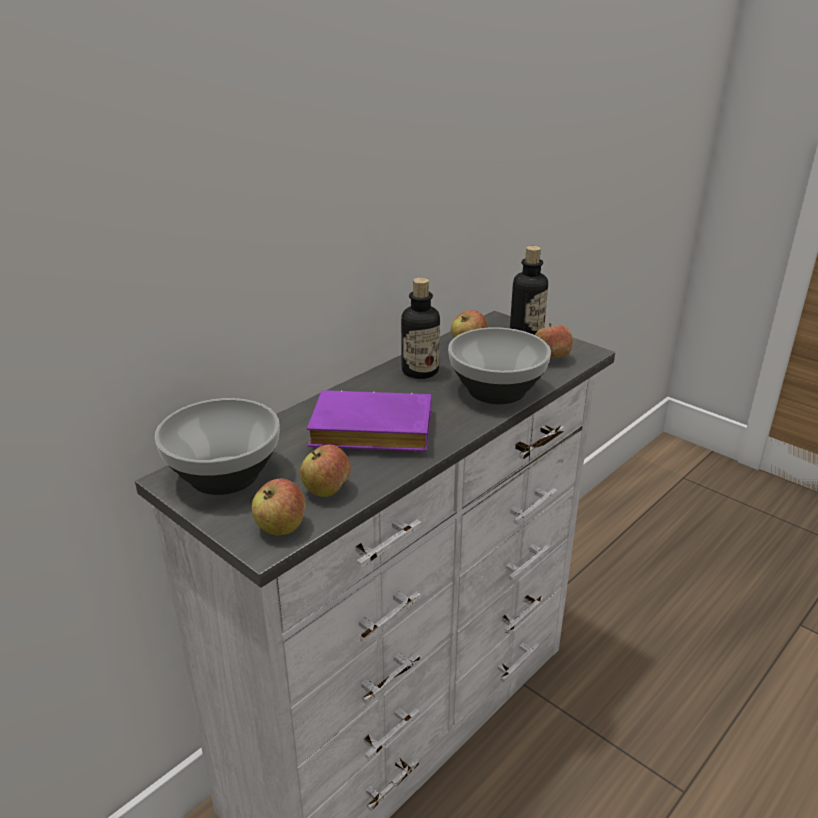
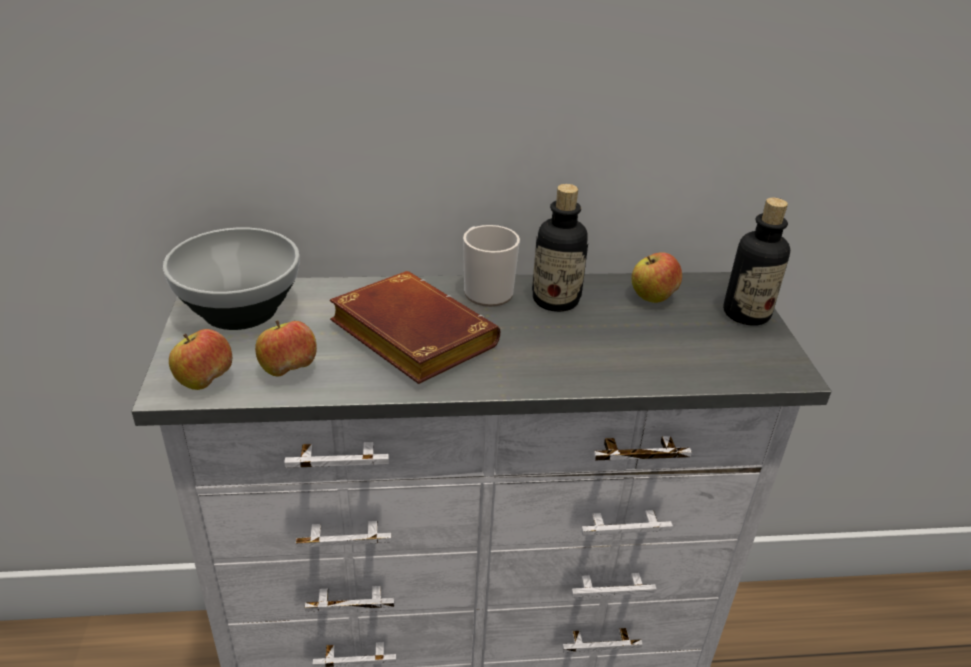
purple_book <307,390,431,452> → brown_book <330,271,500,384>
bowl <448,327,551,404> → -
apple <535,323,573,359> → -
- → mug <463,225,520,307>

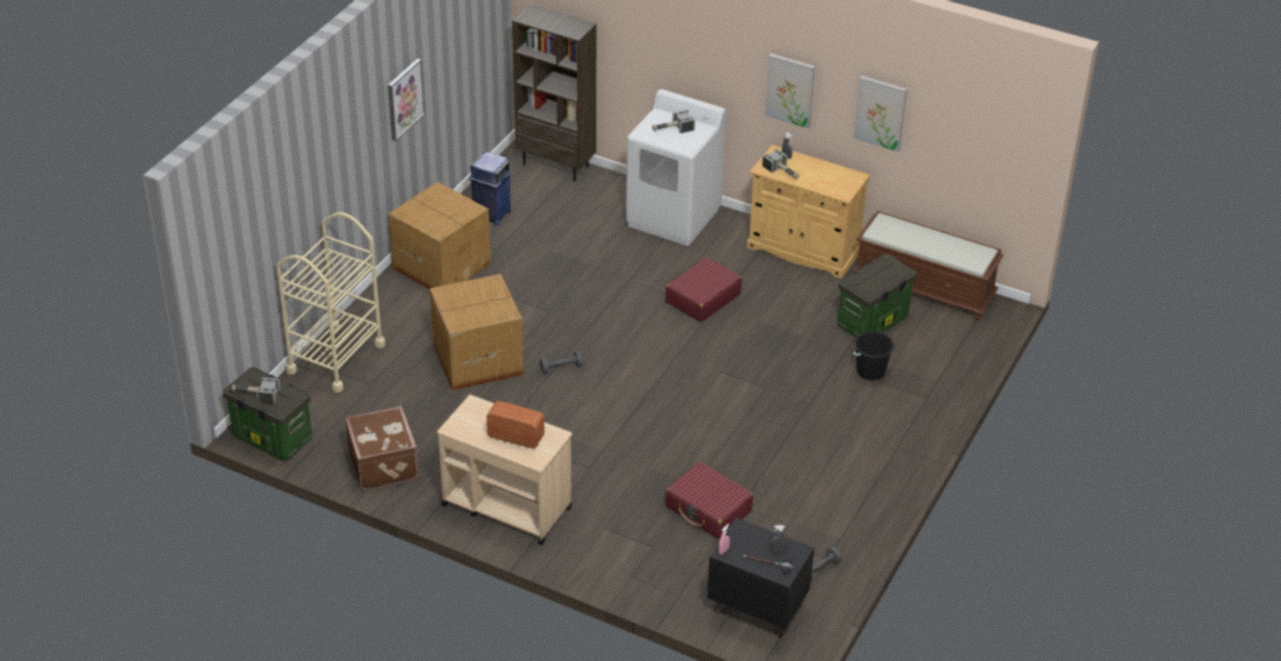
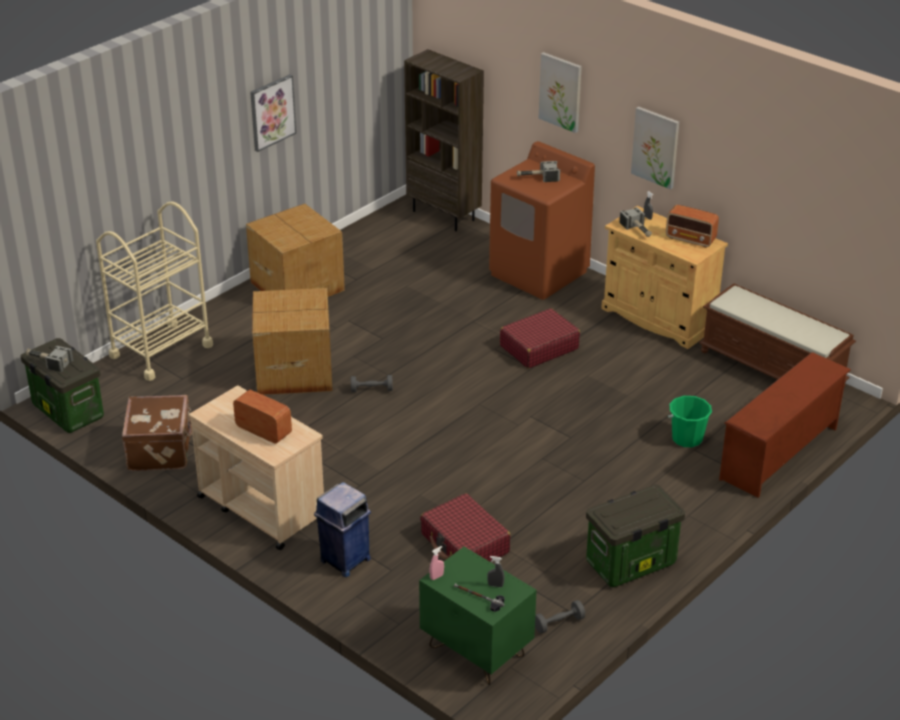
blue_trash_can <469,152,512,226> → blue_trash_can <314,482,371,577>, move
white_washing_machine <626,89,726,246> → brown_washing_machine <489,141,595,300>
black_nightstand <707,518,814,638> → green_nightstand <419,546,537,685>
storage_box <838,254,917,337> → storage_box <586,484,685,587>, move
picture <853,76,907,152> → picture <539,52,582,133>, move
black_bucket <854,331,895,381> → green_bucket <668,396,712,447>
- → radio <666,205,719,248>
- → brown_shoe_rack <719,352,851,498>

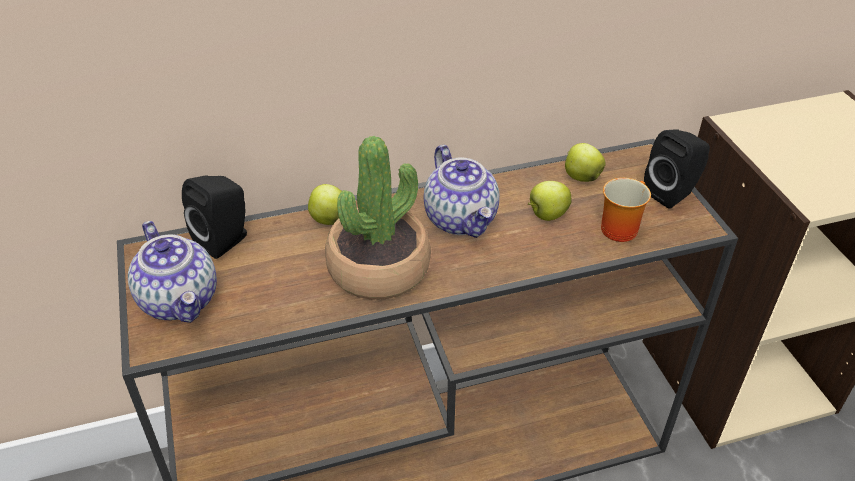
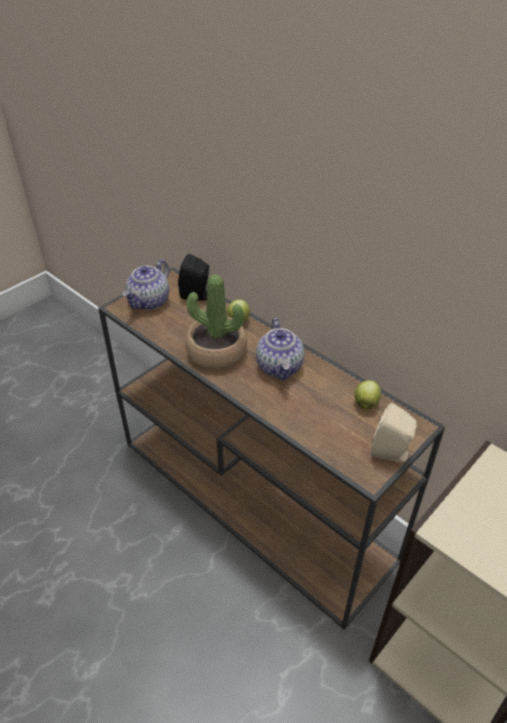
teapot <424,145,499,238> → teapot <256,318,304,381>, 45 degrees counterclockwise
apple <528,181,571,221> → -
mug <601,178,651,242> → -
black_speaker <644,130,710,209> → beige_speaker <371,403,417,463>

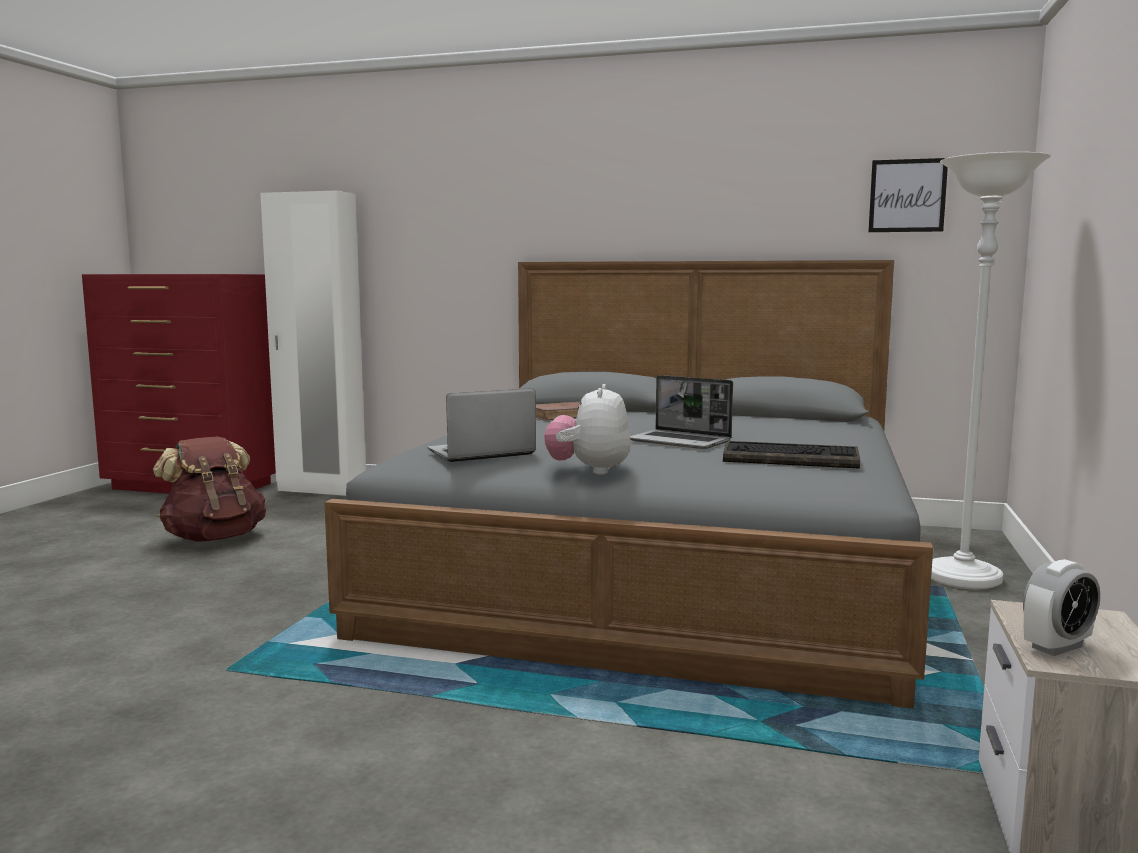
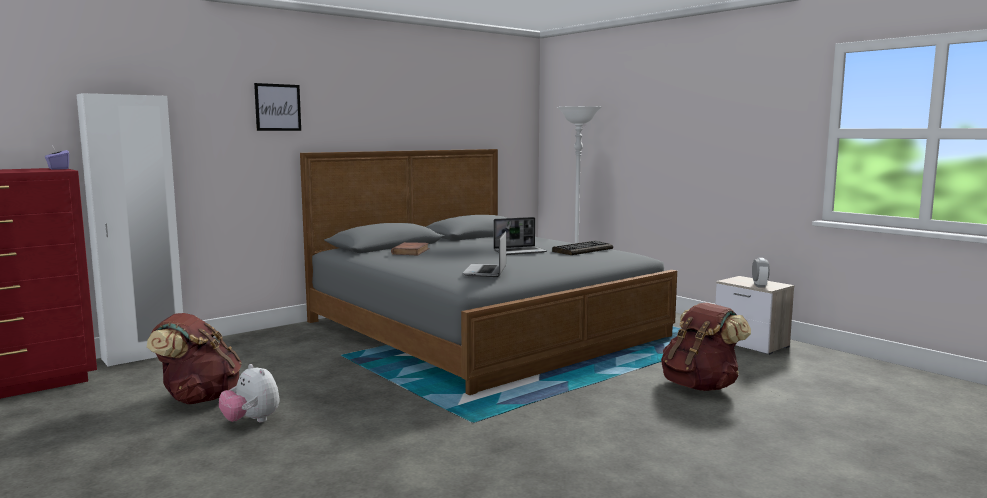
plush_toy <545,384,631,475> → plush_toy <219,364,280,422>, move
picture <868,158,948,232> → picture <254,83,301,131>, move
- → purple_tissue_box <45,145,69,170>
- → brown_backpack <661,303,751,391>

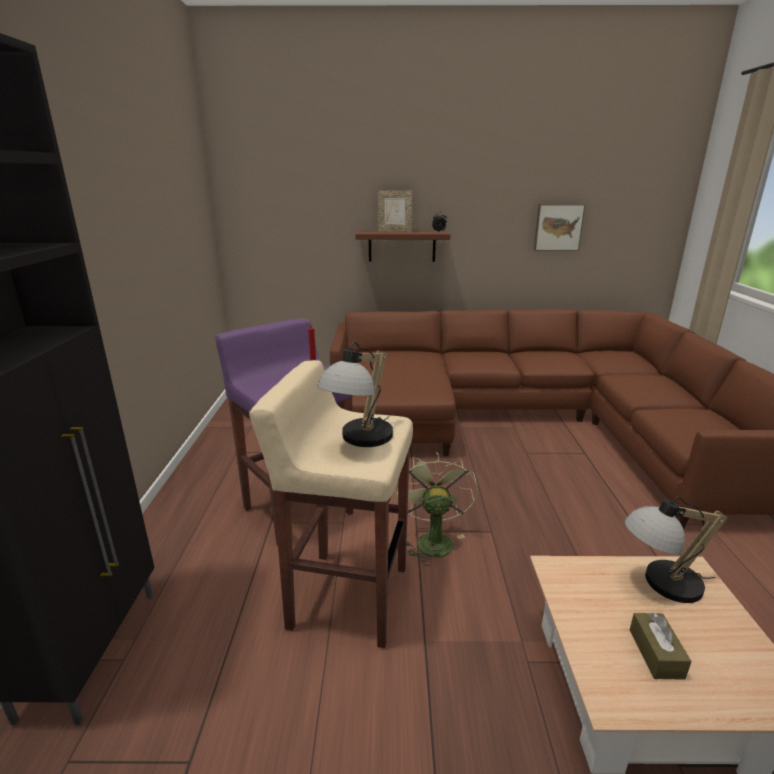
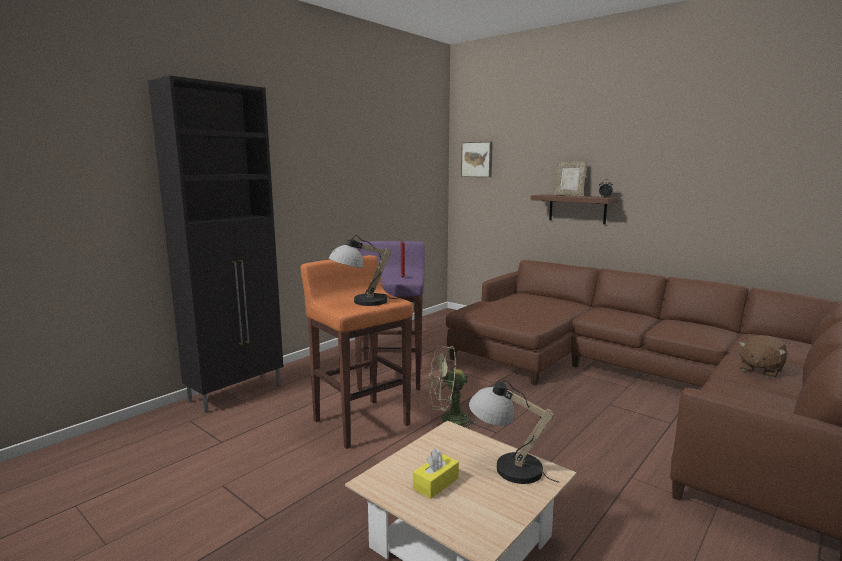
beige_stool <249,360,413,648> → orange_stool <300,255,413,449>
green_fan <395,452,478,566> → green_fan <428,346,479,429>, 135 degrees counterclockwise
picture <534,204,586,251> → picture <461,142,493,177>, move
brown_tissue_box <630,613,692,680> → yellow_tissue_box <413,448,459,499>
- → brown_plush_toy <739,335,787,378>

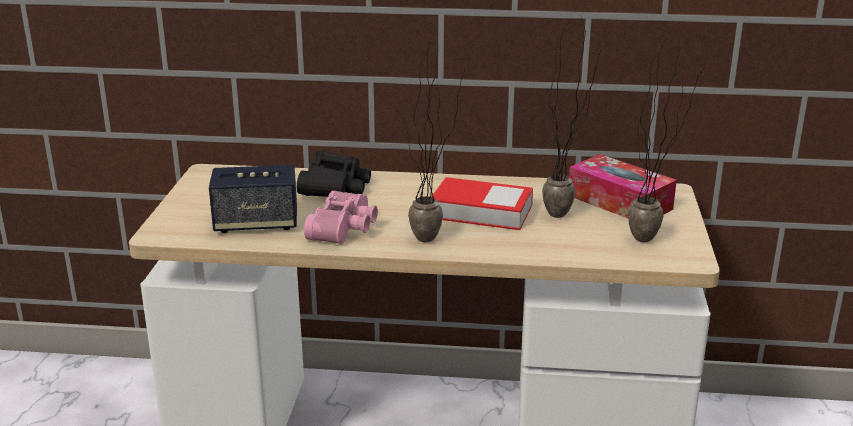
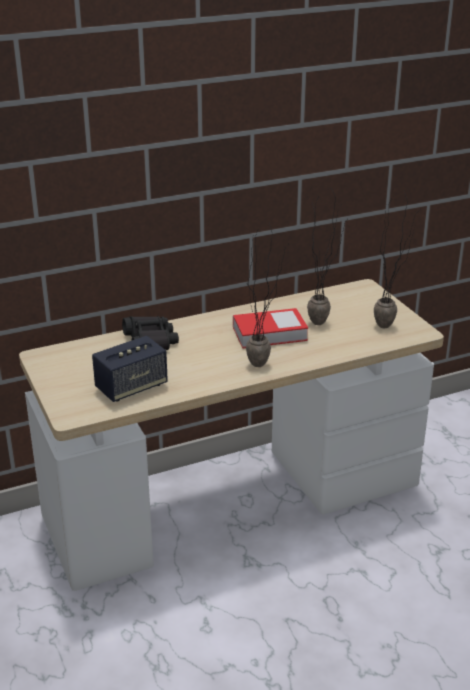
pink_binoculars <304,191,378,244> → -
tissue_box <569,154,677,218> → -

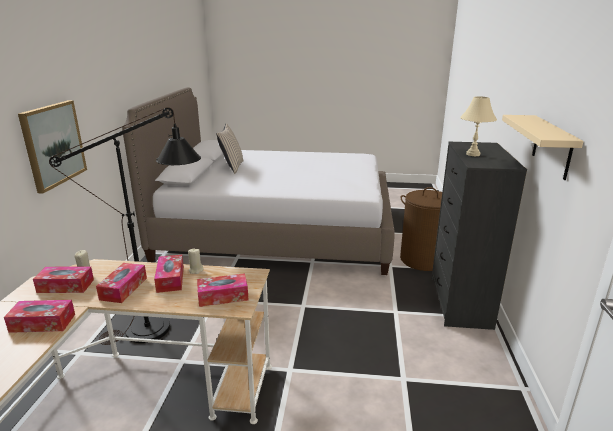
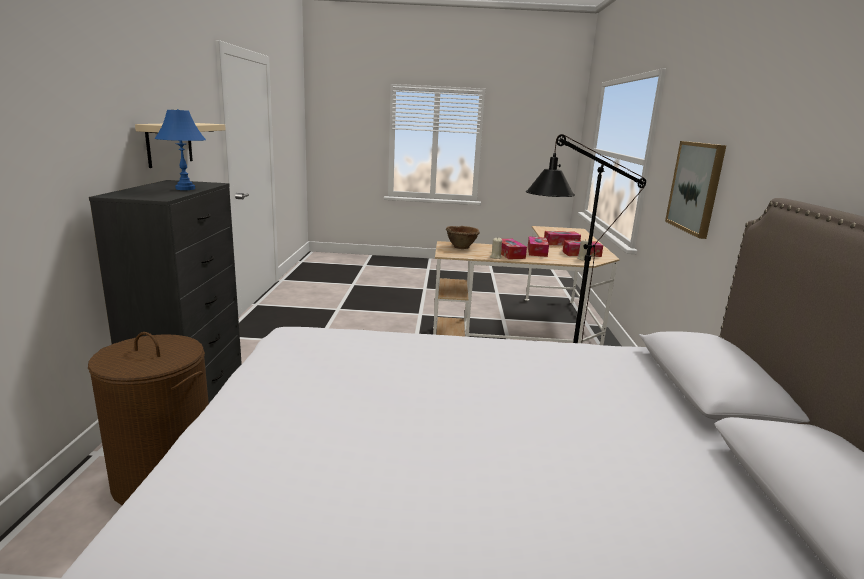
tissue_box <197,273,248,307> → brown_bowl <446,226,480,249>
beige_pillow <216,123,244,174> → -
beige_table_lamp <460,96,497,156> → blue_table_lamp <155,109,206,190>

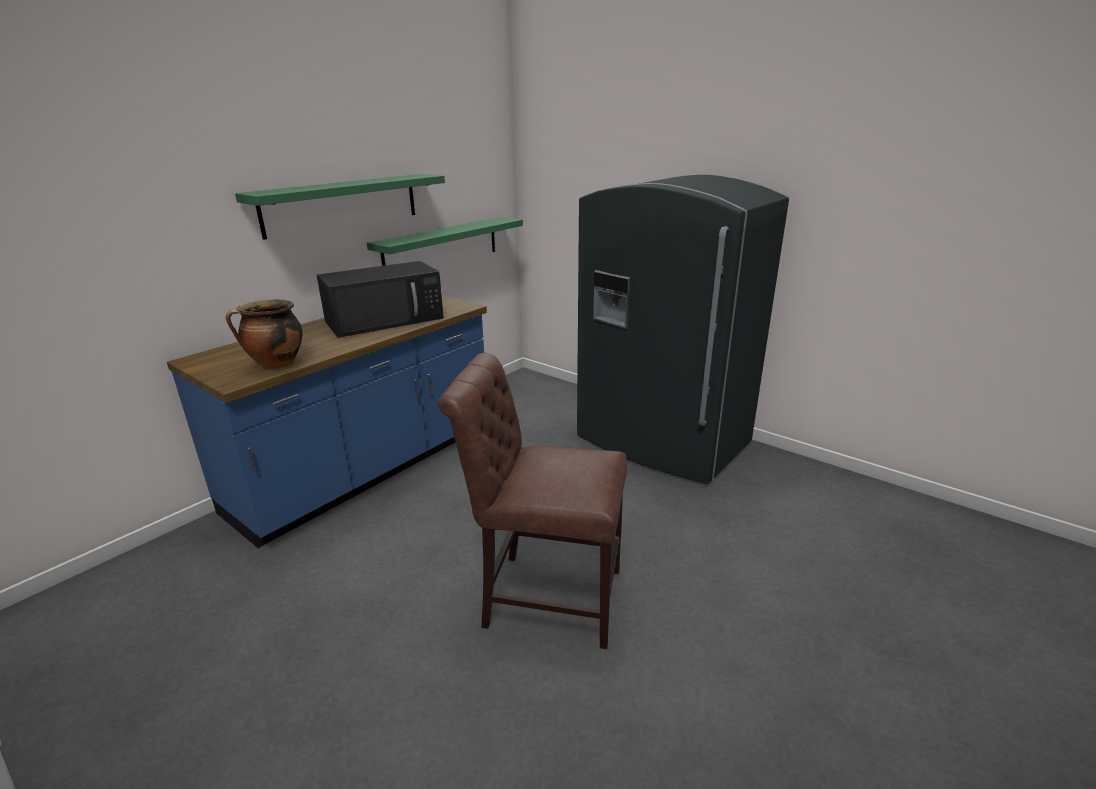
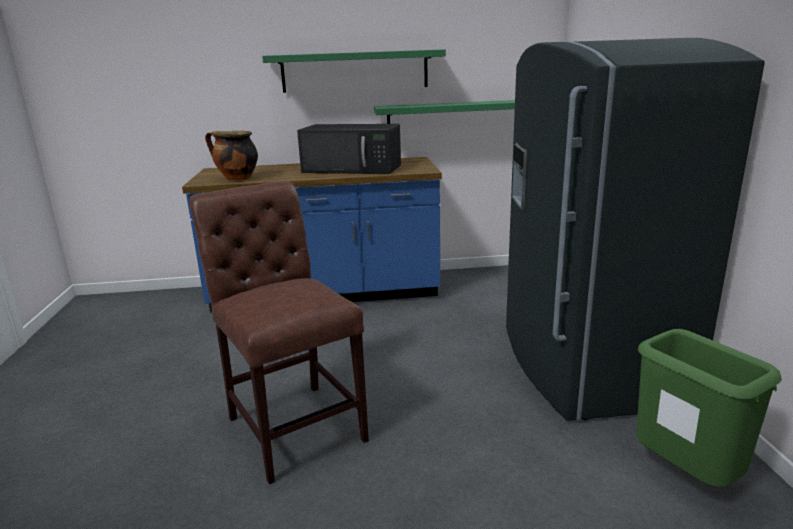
- → green_trash_can <636,329,782,487>

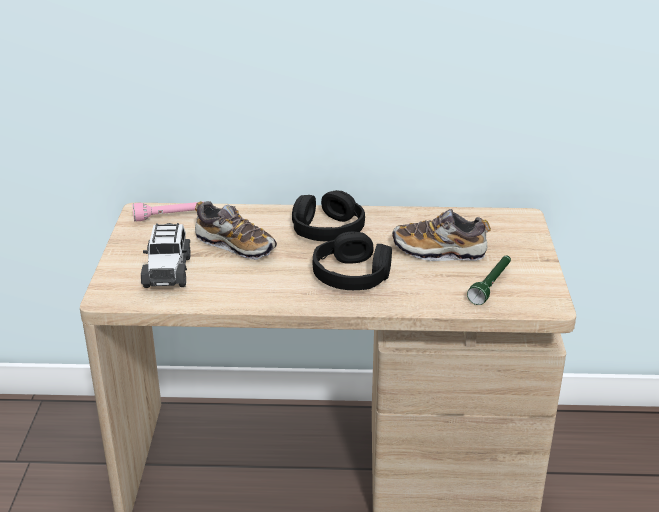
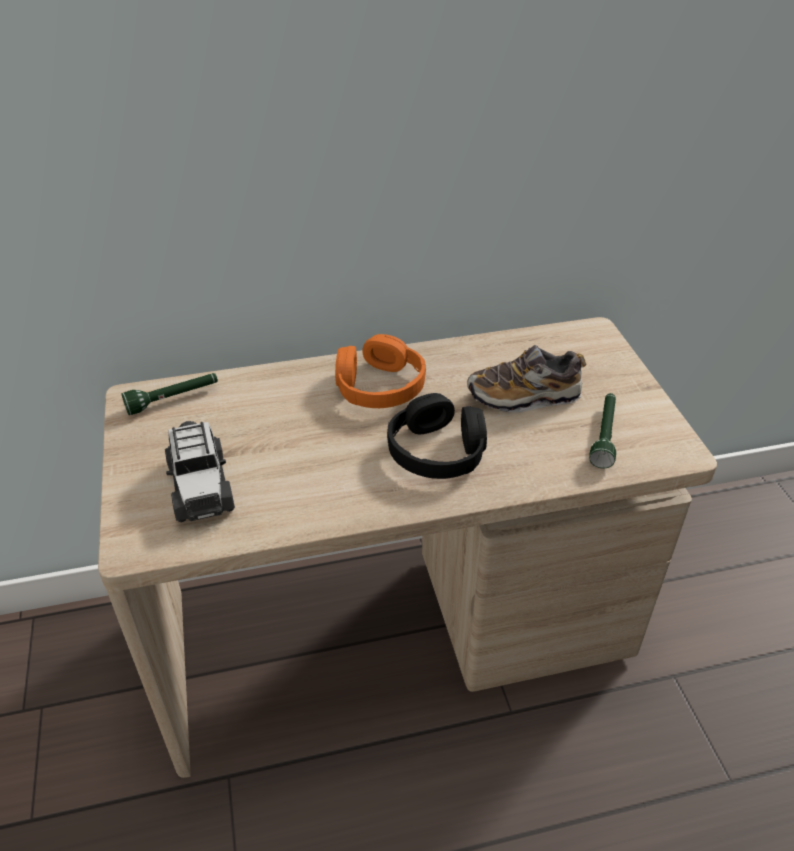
pink_flashlight <132,202,198,221> → green_flashlight <122,373,218,415>
shoe <195,201,277,260> → -
black_headphones <292,190,365,241> → orange_headphones <335,334,426,408>

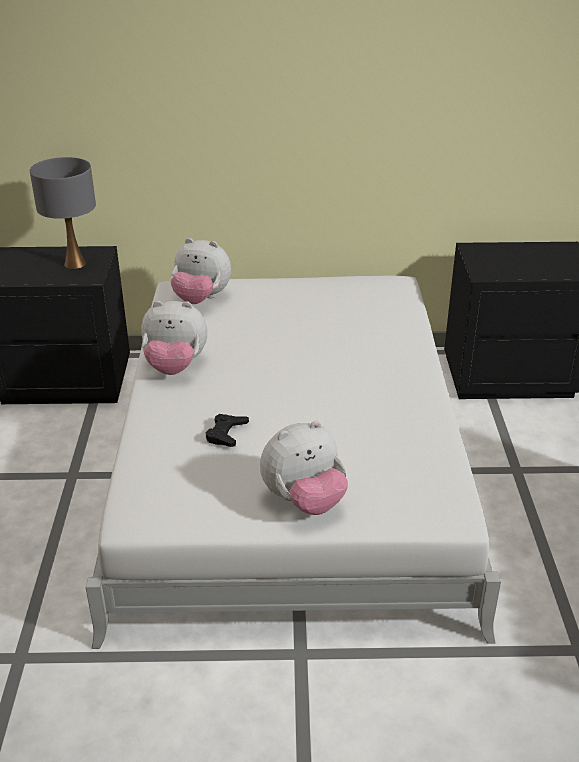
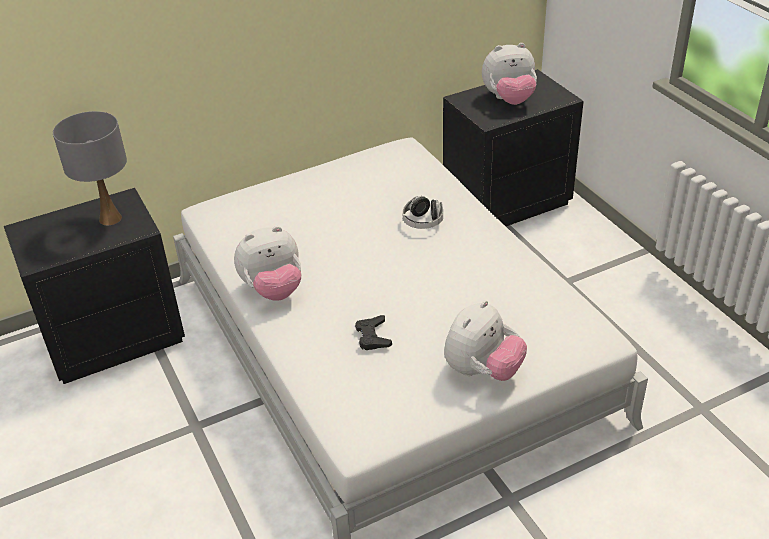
plush_toy <170,238,231,304> → plush_toy <482,43,537,105>, move
- → headphones <402,196,443,229>

